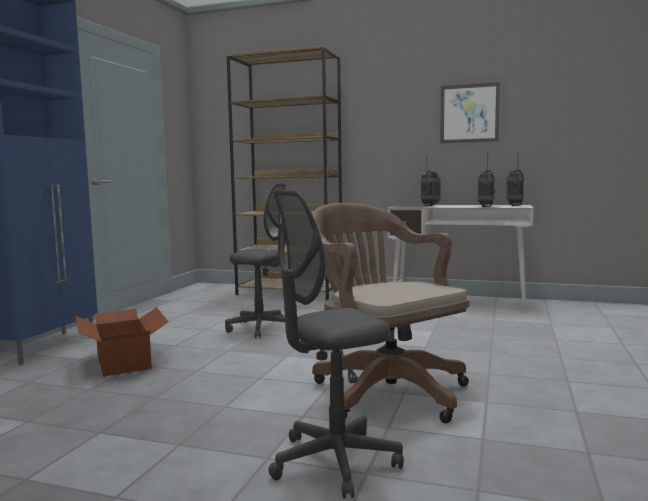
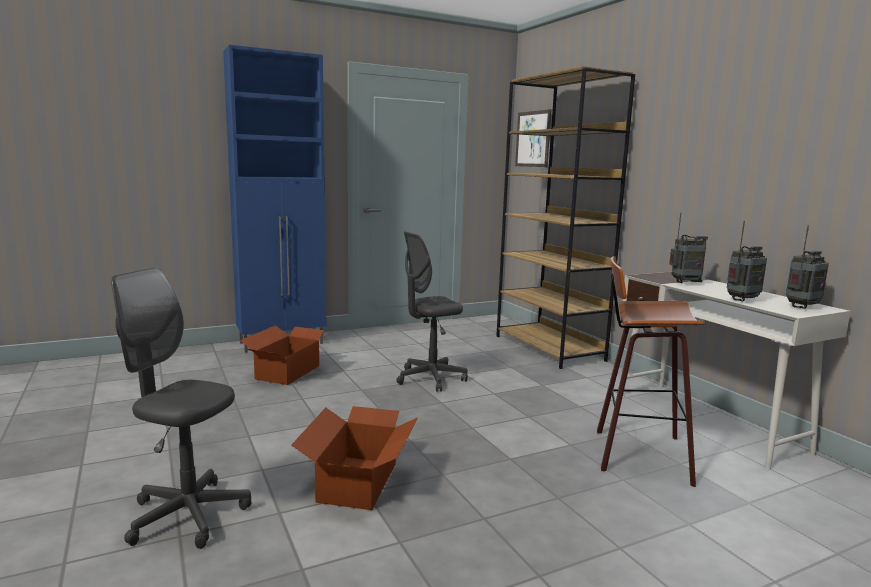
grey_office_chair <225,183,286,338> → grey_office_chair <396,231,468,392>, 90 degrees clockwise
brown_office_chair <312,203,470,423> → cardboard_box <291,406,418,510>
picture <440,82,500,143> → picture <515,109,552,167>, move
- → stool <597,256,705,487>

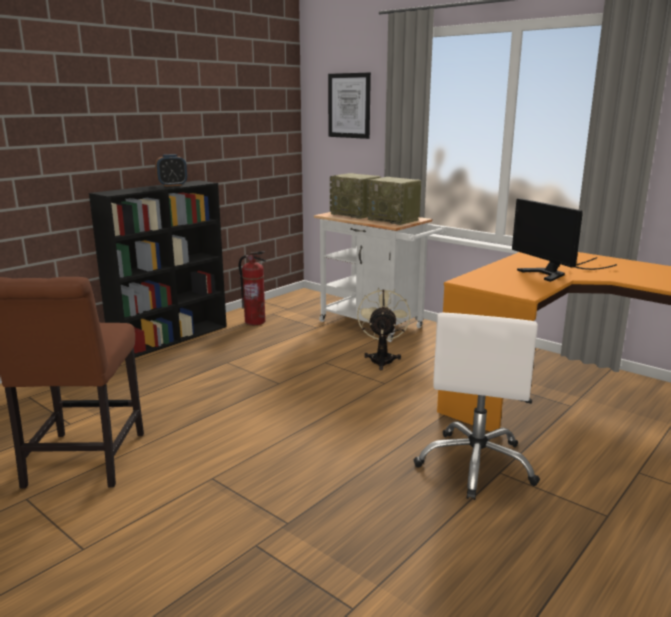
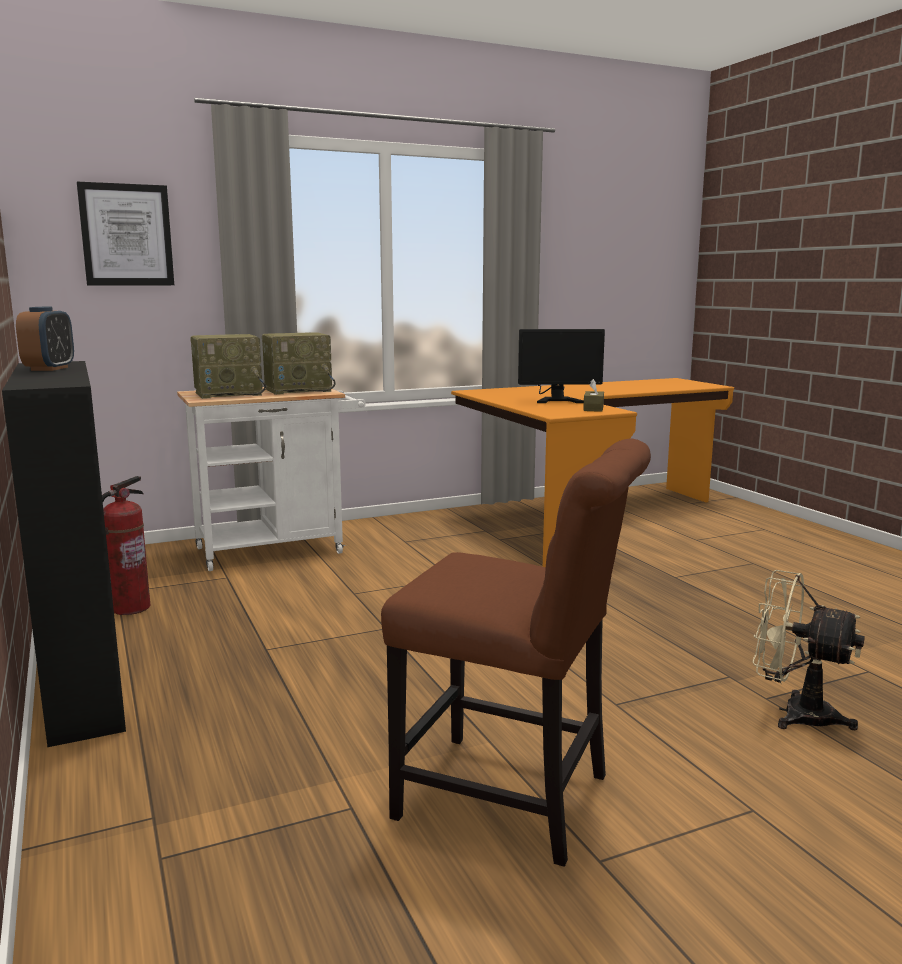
beige_fan <357,288,411,370> → beige_fan <753,570,865,730>, move
white_office_chair <414,313,540,500> → -
- → brown_tissue_box <583,379,604,412>

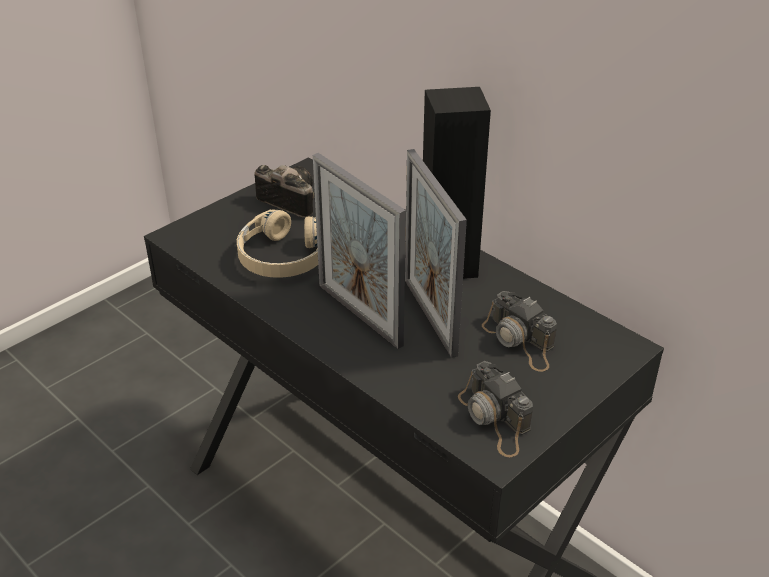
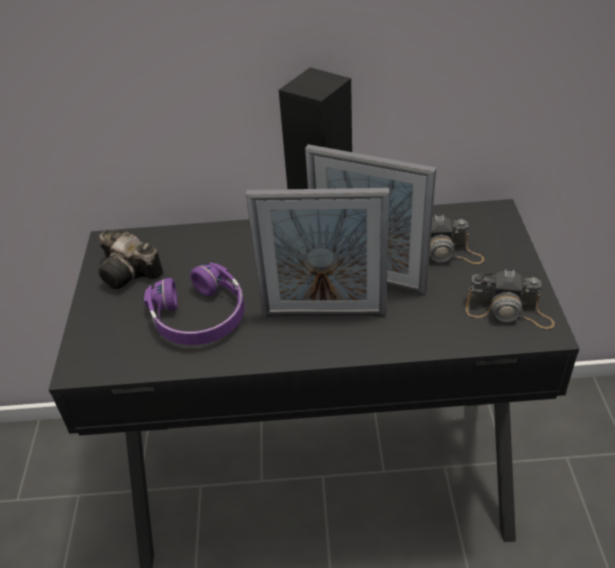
beige_headphones <237,210,318,278> → purple_headphones <144,262,245,345>
photo_camera <254,165,314,218> → photo_camera <98,230,163,289>, 135 degrees counterclockwise

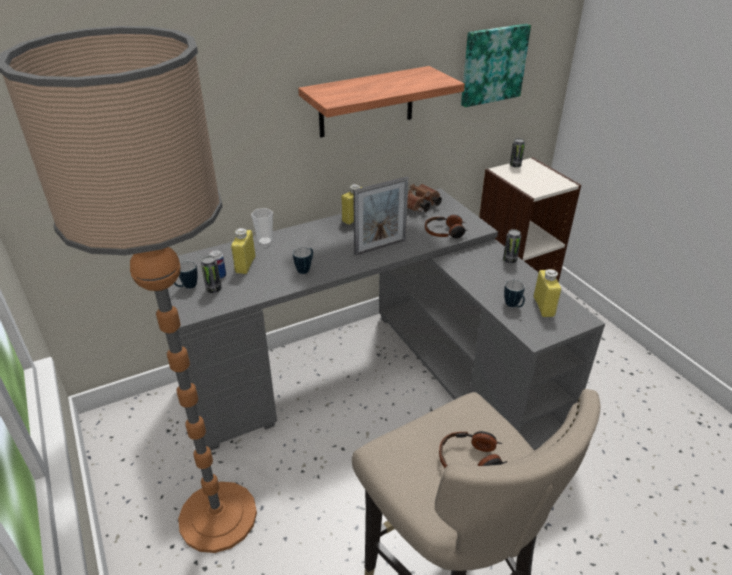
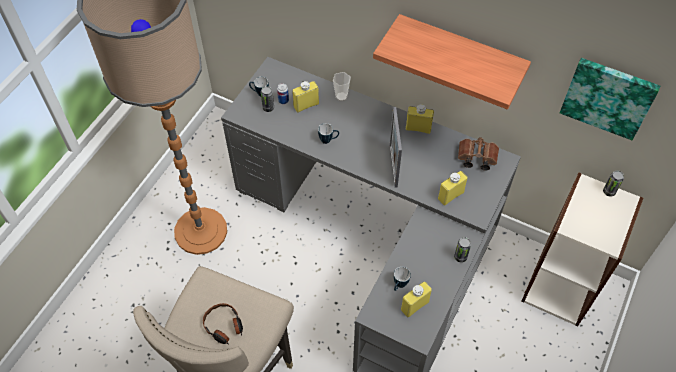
picture_frame <353,177,409,255> → picture_frame <390,107,402,187>, 60 degrees clockwise
headphones <425,215,468,239> → yellow_bottle <438,171,468,205>

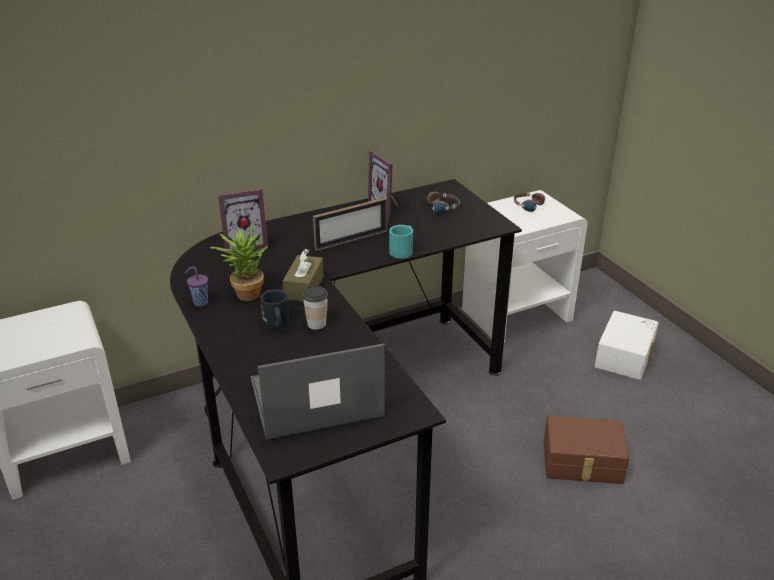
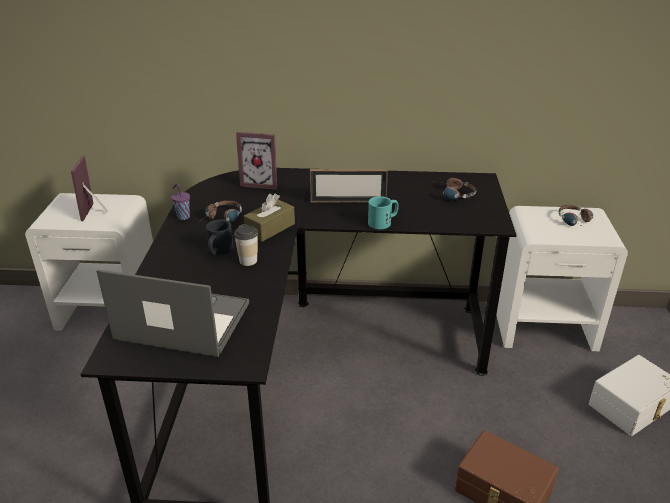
potted_plant <210,223,268,301> → headphones <204,200,242,223>
picture_frame <368,150,399,220> → picture_frame <71,155,108,221>, move

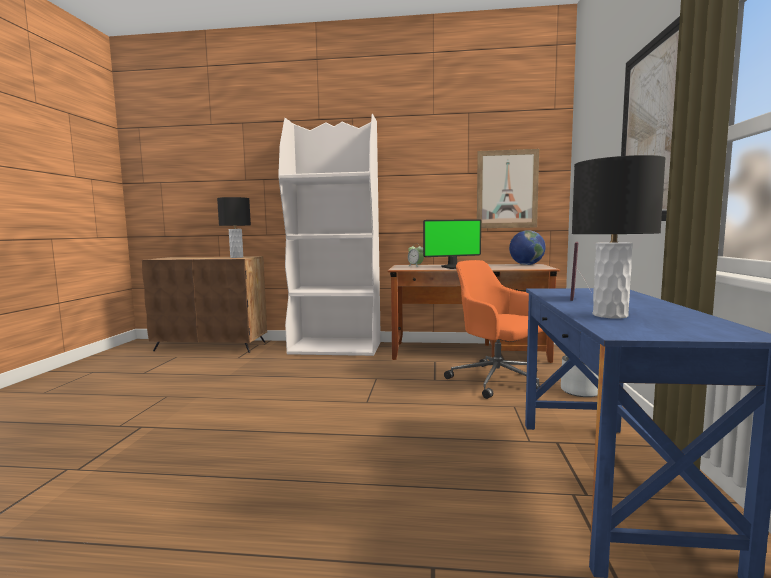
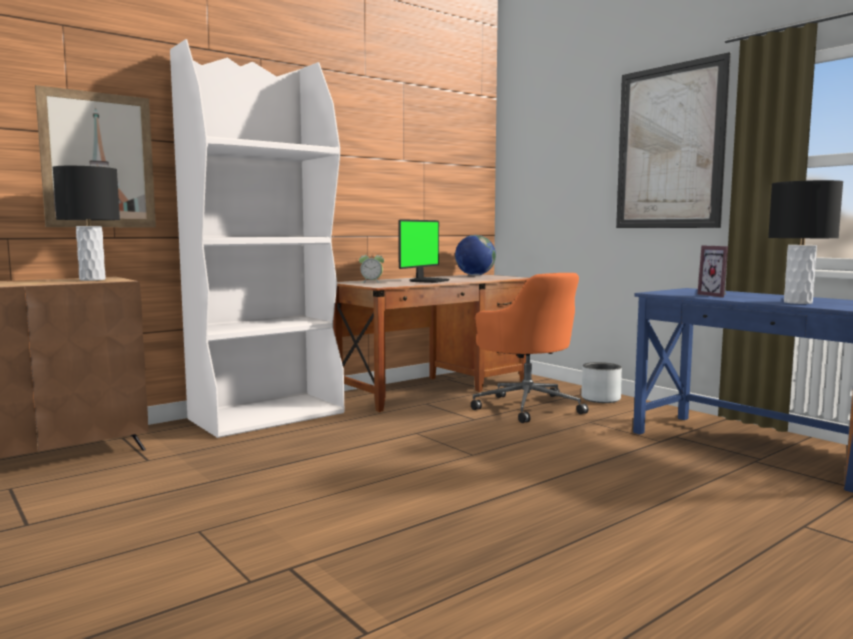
orange_office_chair <444,260,543,399> → orange_office_chair <471,273,589,423>, 120 degrees counterclockwise
picture <477,149,539,228> → picture <35,85,156,227>, move

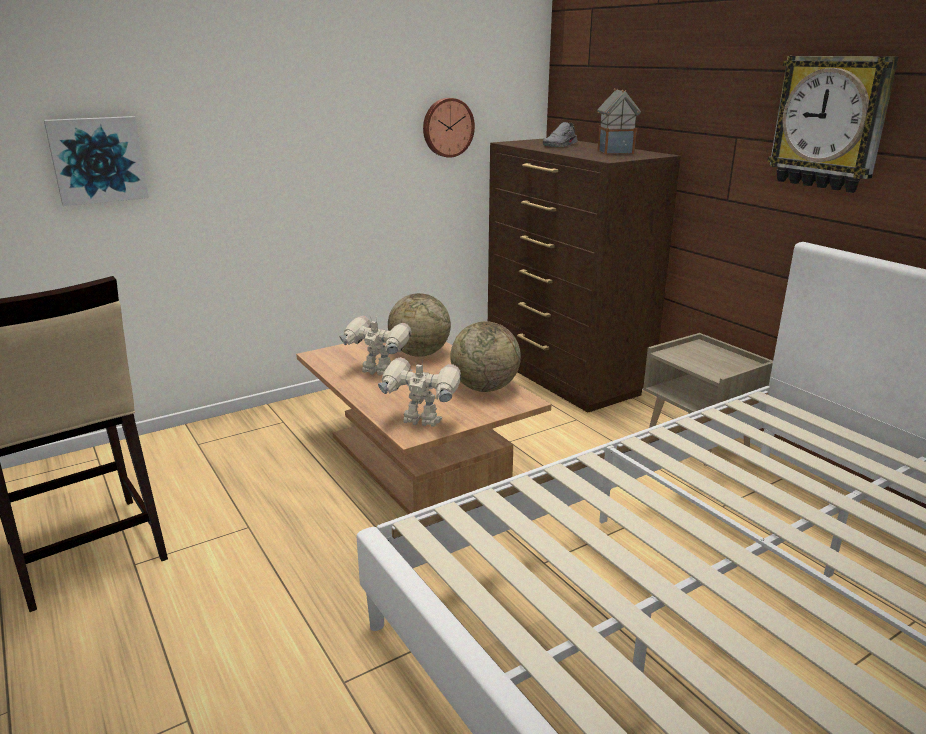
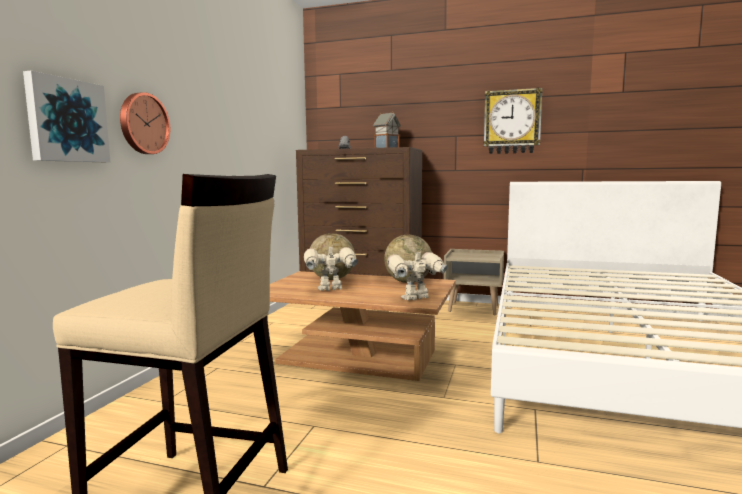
wall_clock <423,98,475,158> → wall_clock <120,92,170,154>, move

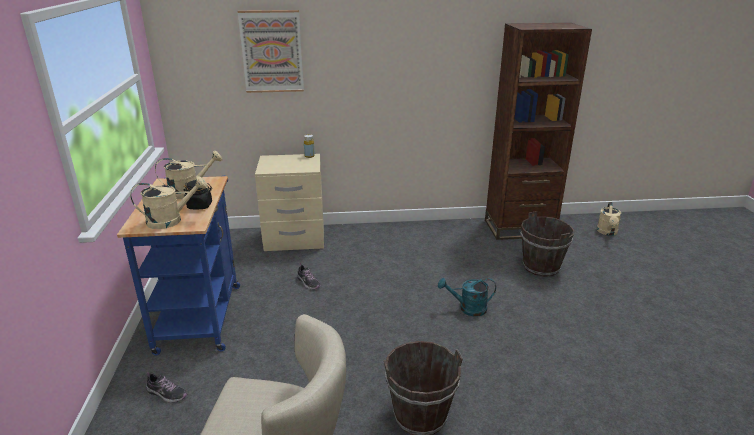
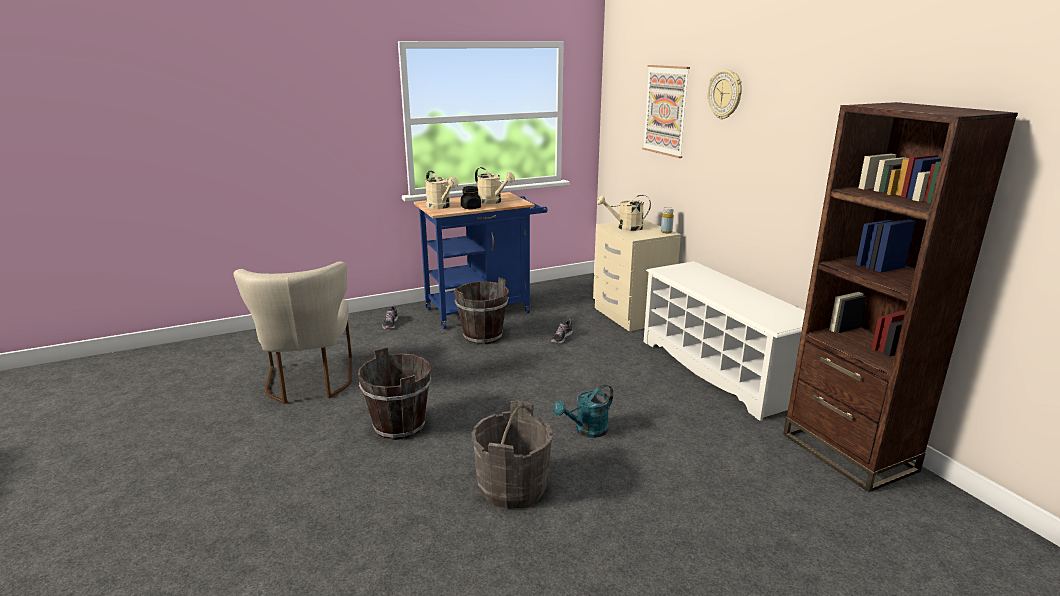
turquoise_watering_can <438,278,496,316> → turquoise_watering_can <553,384,613,438>, 105 degrees counterclockwise
brown_bucket <521,211,575,277> → brown_bucket <454,278,509,345>, move
beige_watering_can <597,202,621,236> → beige_watering_can <597,195,651,231>, move
- → grey_bucket <472,400,553,509>
- → white_shoe_rack <644,261,805,421>
- → wall_clock <708,70,742,119>

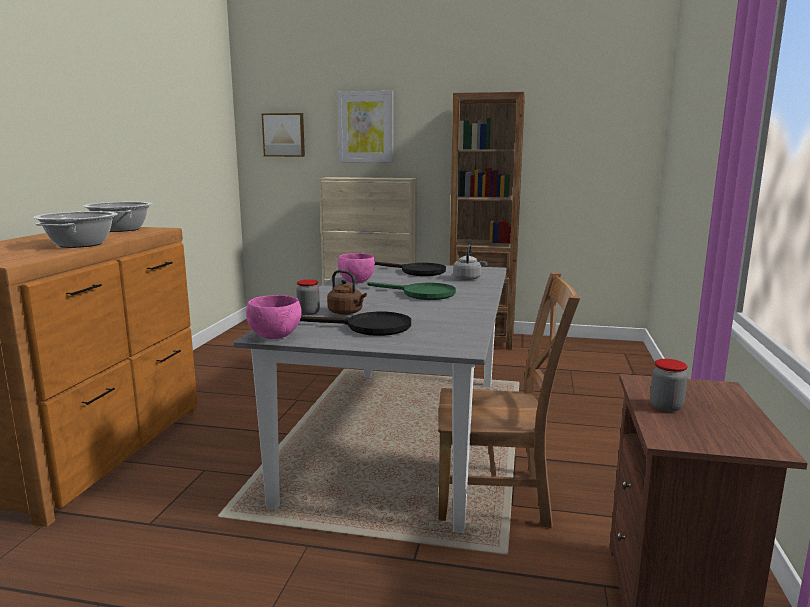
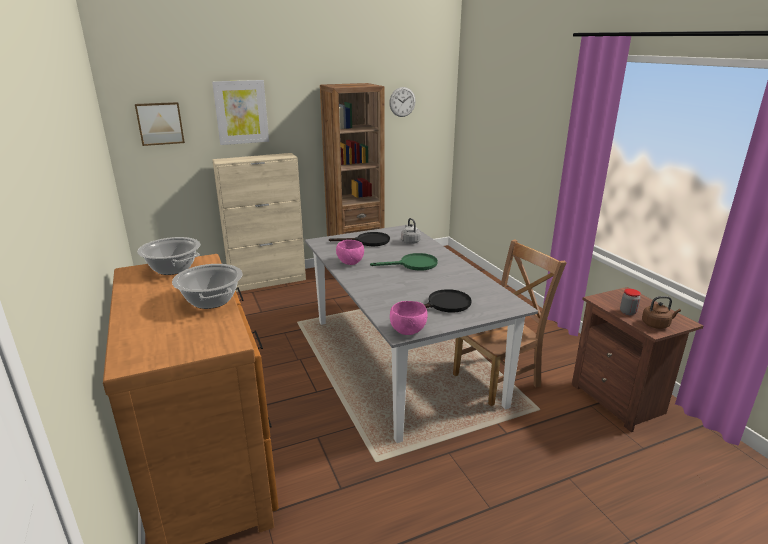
jar <296,279,320,315> → -
brown_kettle <327,270,367,315> → brown_kettle <642,296,681,329>, move
- → wall_clock <389,87,416,117>

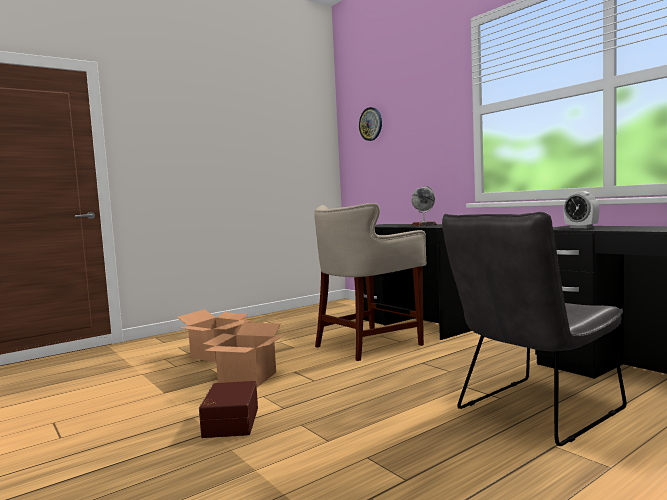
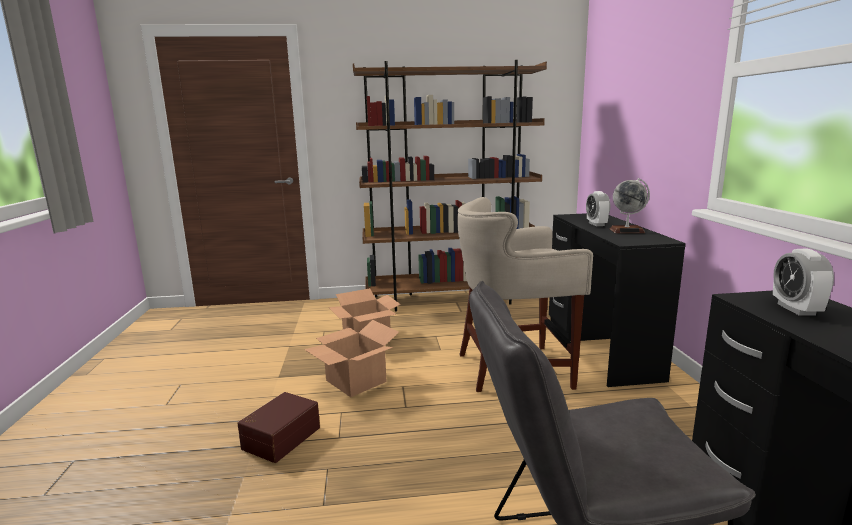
wall_clock <359,107,382,141> → -
- → brown_bookcase <353,60,547,312>
- → alarm_clock <586,191,610,226>

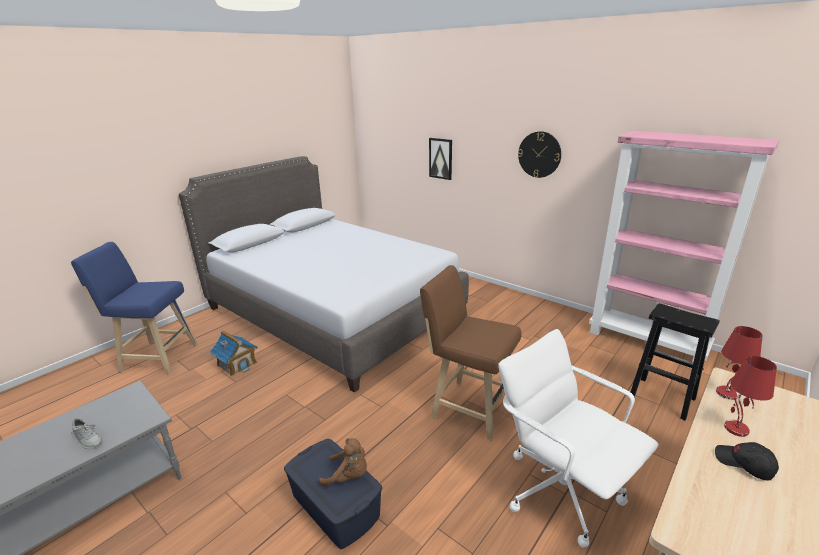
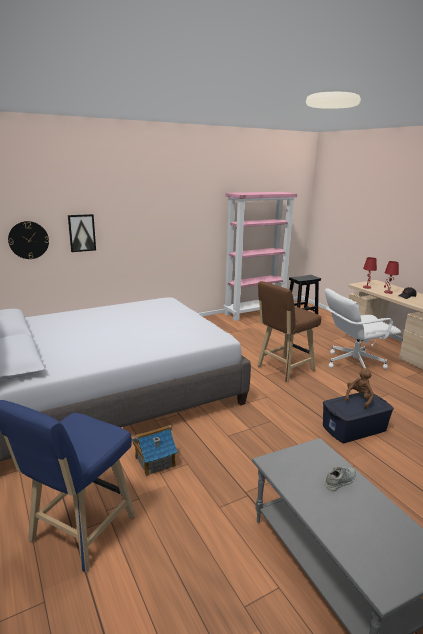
wall_clock <518,131,561,178> → wall_clock <8,221,49,259>, move

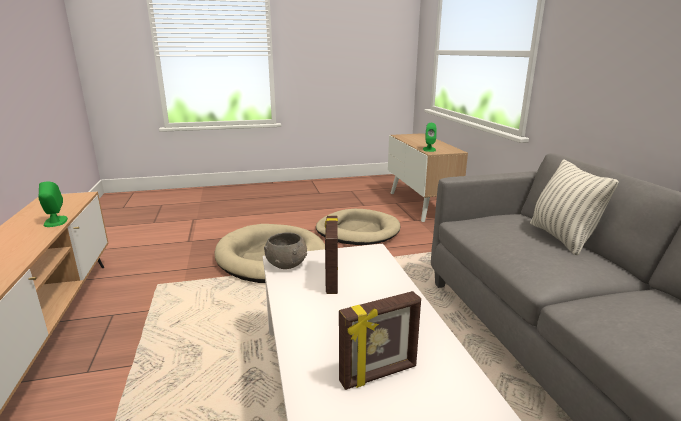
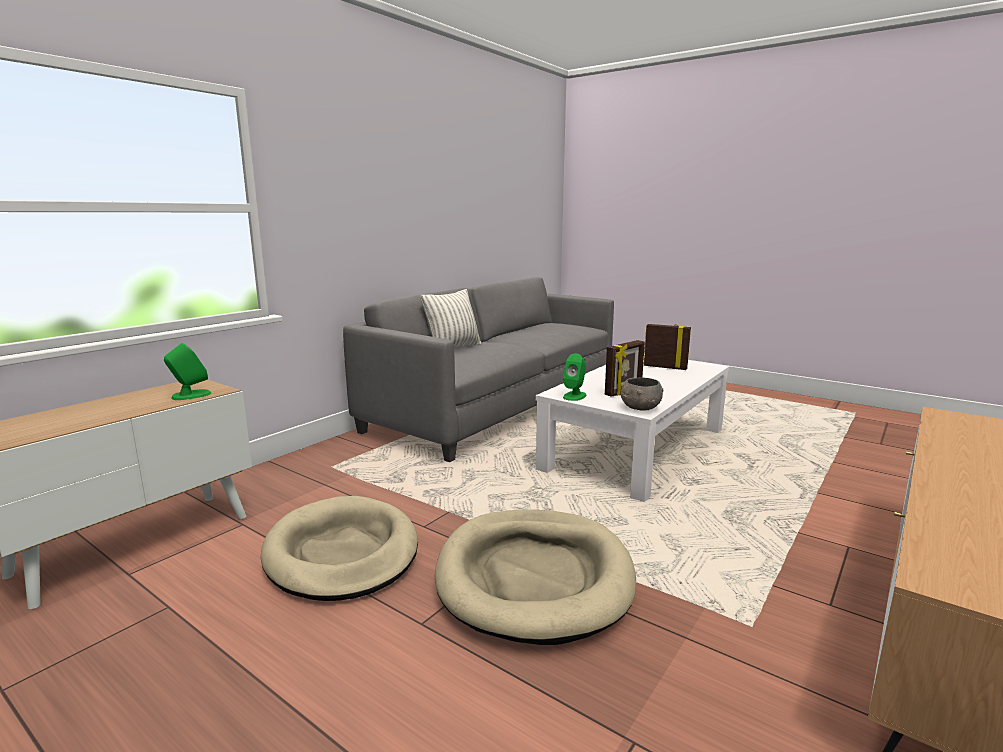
green_speaker <39,182,68,227> → green_speaker <563,354,586,401>, move

